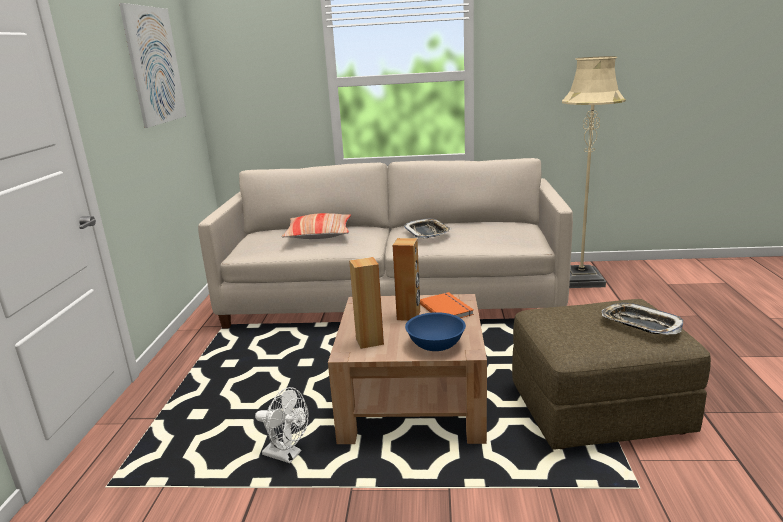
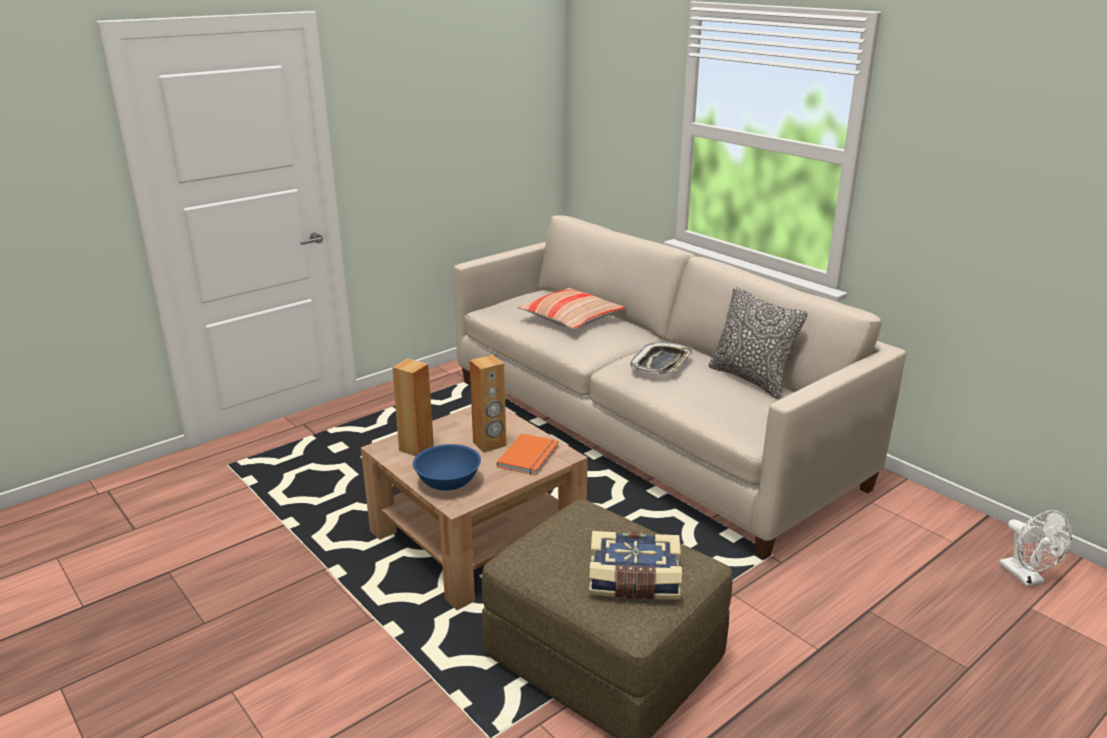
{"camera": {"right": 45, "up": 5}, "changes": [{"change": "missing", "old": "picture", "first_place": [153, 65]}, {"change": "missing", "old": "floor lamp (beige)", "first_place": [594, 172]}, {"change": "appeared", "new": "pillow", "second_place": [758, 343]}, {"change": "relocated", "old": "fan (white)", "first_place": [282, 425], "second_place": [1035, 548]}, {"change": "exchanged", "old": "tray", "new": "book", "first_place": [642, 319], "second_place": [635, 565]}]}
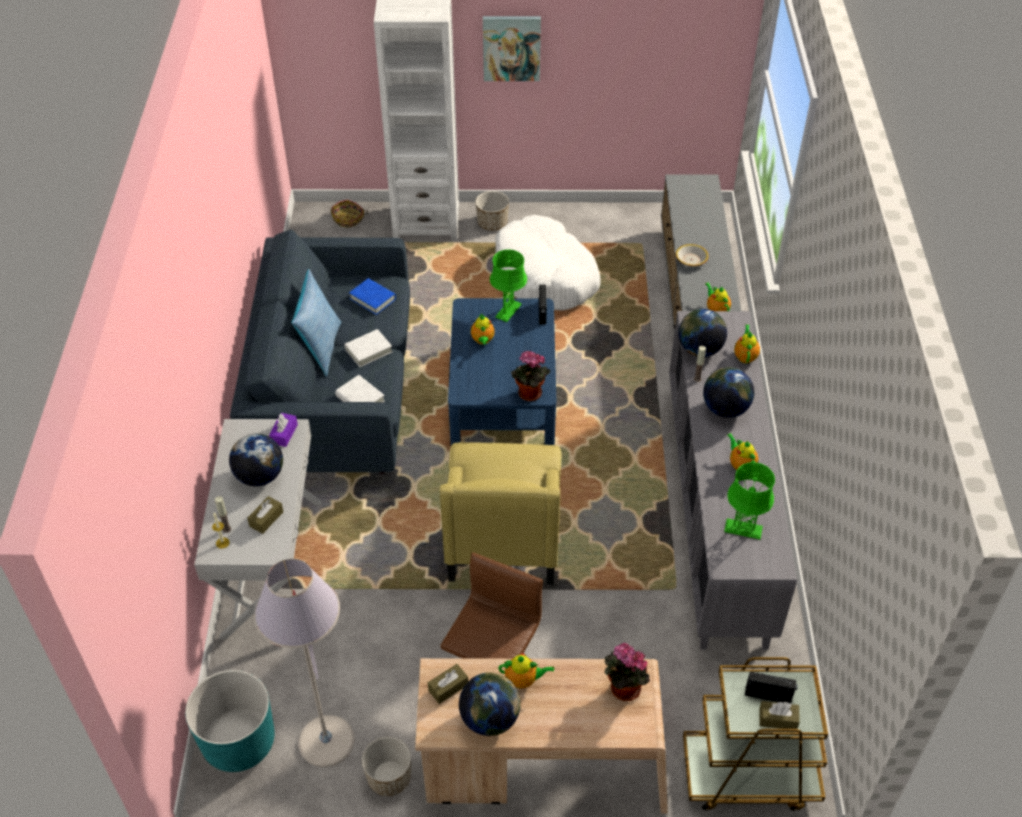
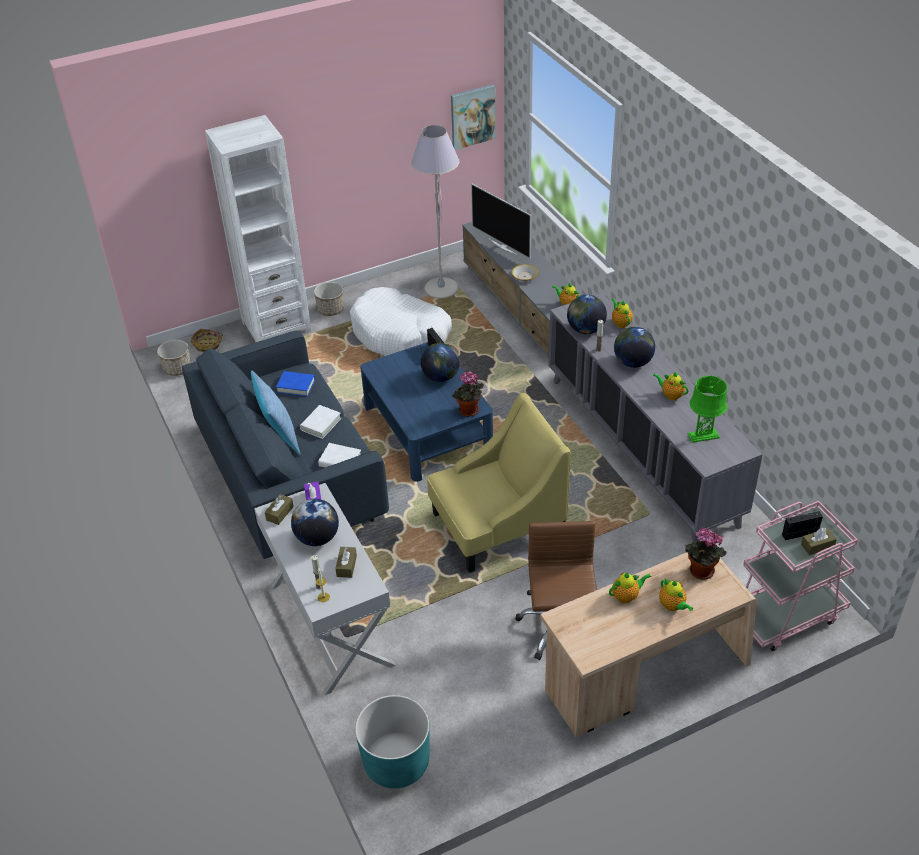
{"camera": {"right": -25, "up": -5}, "changes": [{"change": "missing", "old": "table lamp (green)", "first_place": [508, 285]}, {"change": "appeared", "new": "television", "second_place": [501, 221]}, {"change": "relocated", "old": "floor lamp (grey)", "first_place": [304, 663], "second_place": [435, 212]}, {"change": "relocated", "old": "planter", "first_place": [386, 766], "second_place": [174, 358]}, {"change": "relocated", "old": "tissue box (brown)", "first_place": [448, 684], "second_place": [279, 509]}, {"change": "relocated", "old": "globe", "first_place": [490, 704], "second_place": [440, 362]}, {"change": "relocated", "old": "teapot", "first_place": [483, 329], "second_place": [676, 594]}, {"change": "relocated", "old": "picture", "first_place": [512, 48], "second_place": [473, 117]}, {"change": "colour", "old": "cart (brown)", "new": "cart (pink)", "first_place": [755, 734], "second_place": [800, 576]}, {"change": "spun", "old": "armchair (yellow)", "first_place": [500, 513], "second_place": [499, 483], "degrees": -90}]}
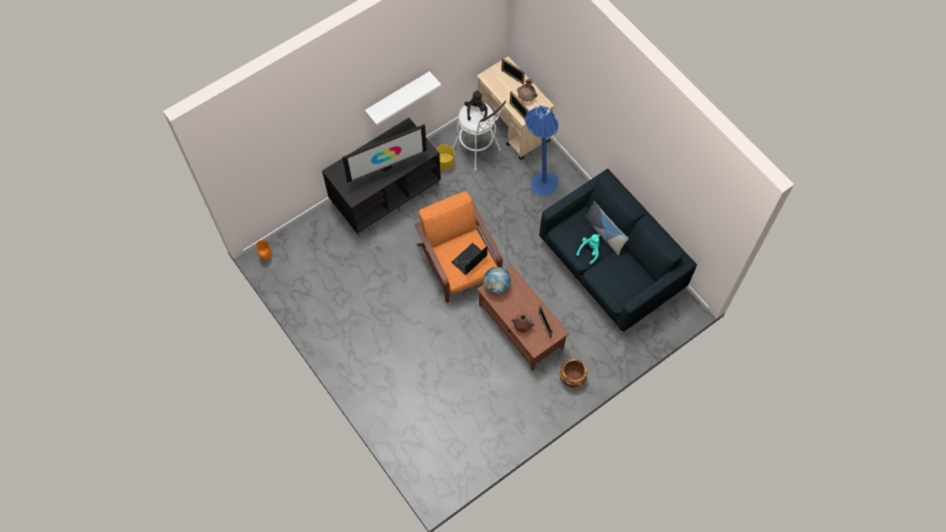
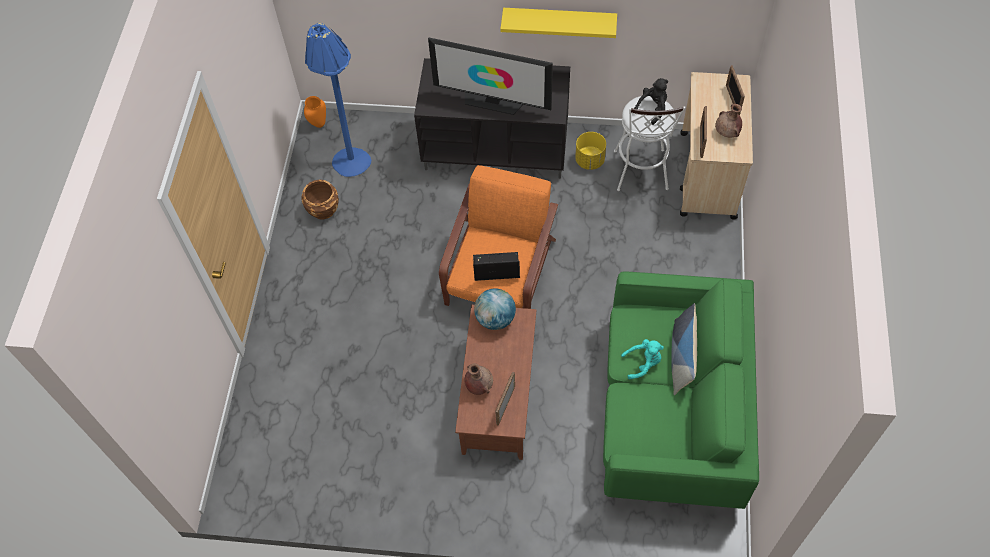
{"camera": {"right": 45, "up": -5}, "changes": [{"change": "relocated", "old": "floor lamp (blue)", "first_place": [542, 150], "second_place": [338, 100]}, {"change": "relocated", "old": "planter (brown)", "first_place": [574, 373], "second_place": [320, 199]}, {"change": "colour", "old": "shelf (white)", "new": "shelf (yellow)", "first_place": [403, 98], "second_place": [558, 23]}, {"change": "colour", "old": "sofa (blue)", "new": "sofa (green)", "first_place": [618, 250], "second_place": [681, 390]}]}
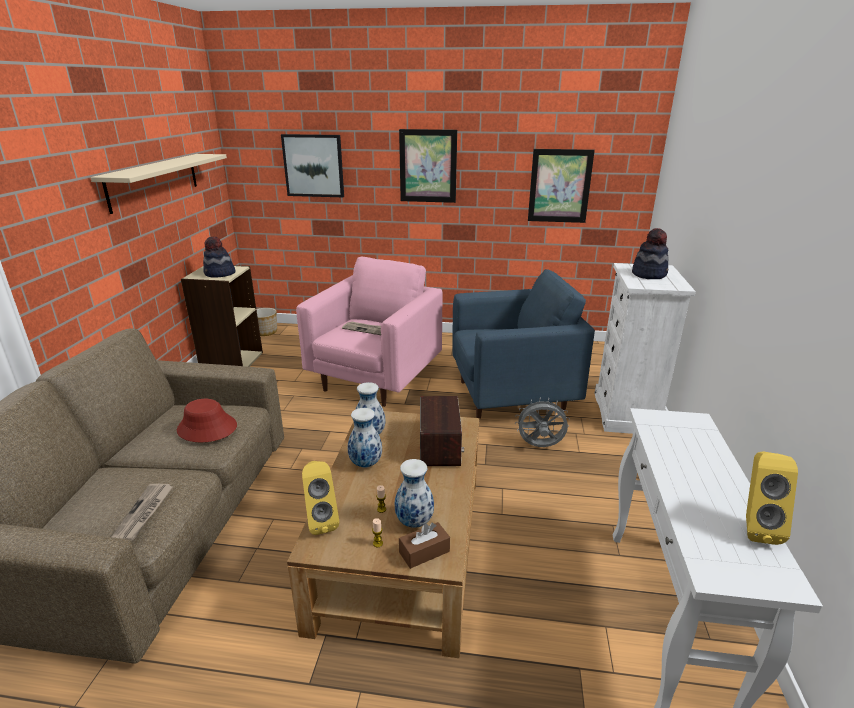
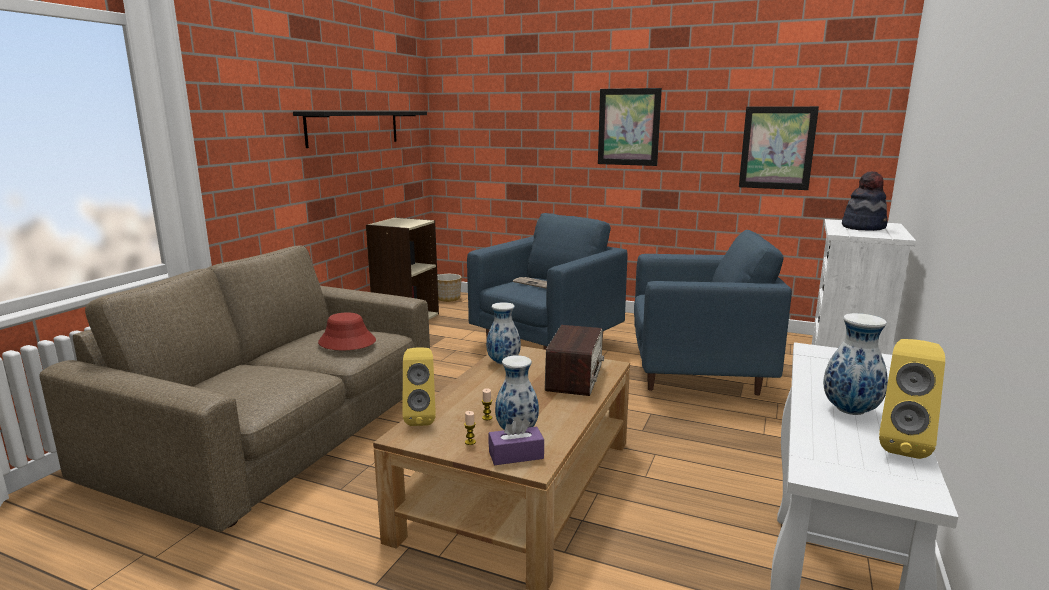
{"camera": {"right": 15, "up": -10}, "changes": [{"change": "missing", "old": "newspaper", "first_place": [142, 512]}, {"change": "missing", "old": "hat", "first_place": [219, 257]}, {"change": "missing", "old": "picture", "first_place": [312, 165]}, {"change": "missing", "old": "fan (grey)", "first_place": [542, 422]}, {"change": "relocated", "old": "vase", "first_place": [365, 438], "second_place": [855, 364]}, {"change": "colour", "old": "shelf (beige)", "new": "shelf (black)", "first_place": [158, 184], "second_place": [360, 129]}, {"change": "colour", "old": "armchair (pink)", "new": "armchair (blue)", "first_place": [369, 332], "second_place": [547, 281]}, {"change": "colour", "old": "tissue box (brown)", "new": "tissue box (purple)", "first_place": [424, 545], "second_place": [516, 441]}]}
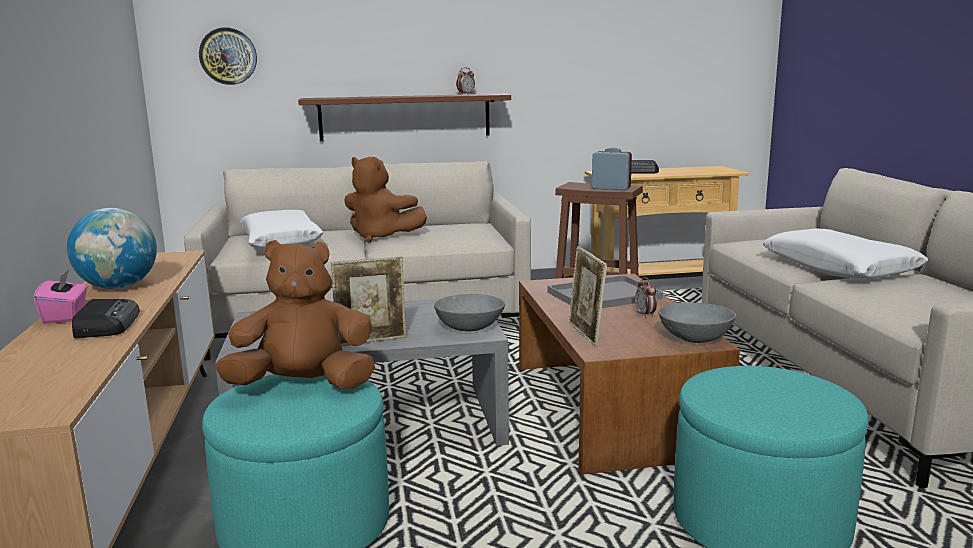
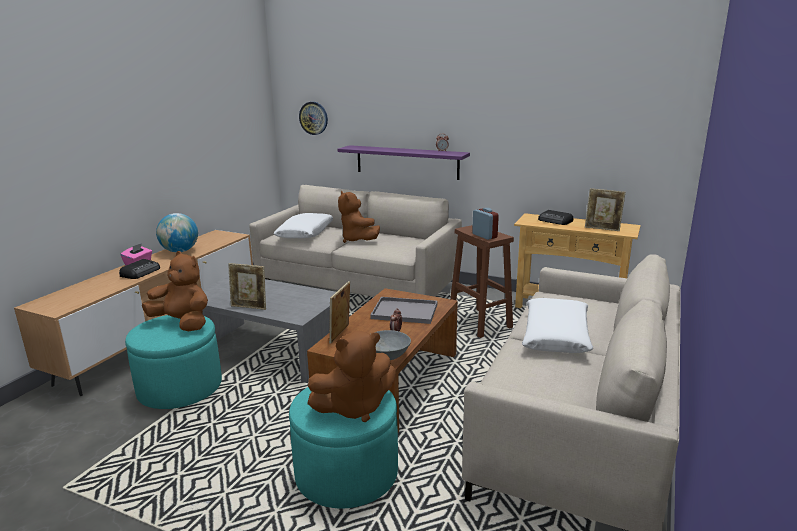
{"camera": {"right": 35, "up": 5}, "changes": [{"change": "missing", "old": "bowl (grey)", "first_place": [469, 312]}, {"change": "appeared", "new": "plush toy (brown)", "second_place": [351, 376]}, {"change": "appeared", "new": "picture frame", "second_place": [605, 209]}, {"change": "colour", "old": "shelf (brown)", "new": "shelf (purple)", "first_place": [404, 117], "second_place": [404, 162]}]}
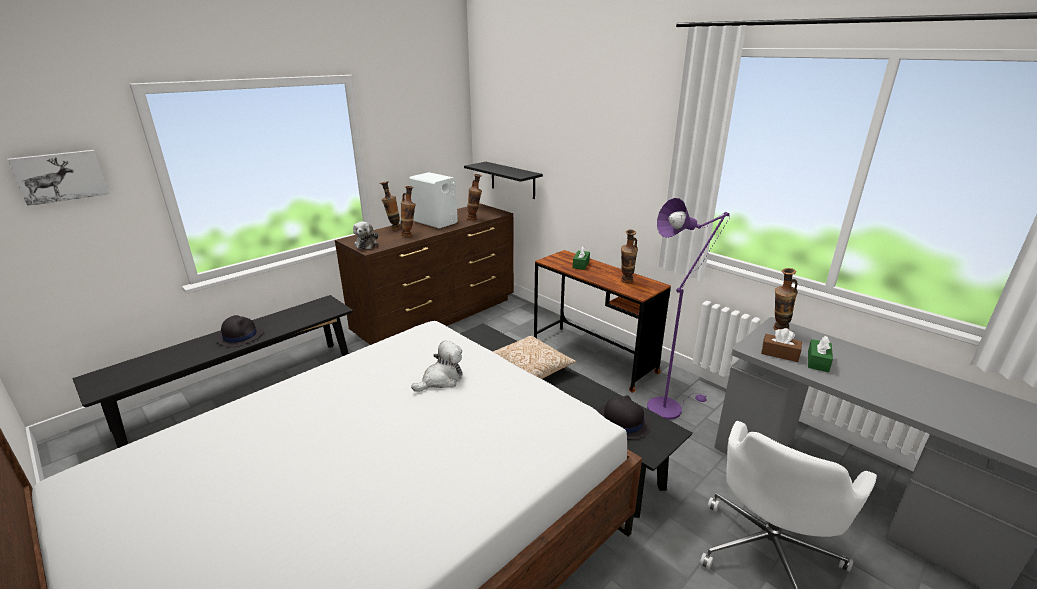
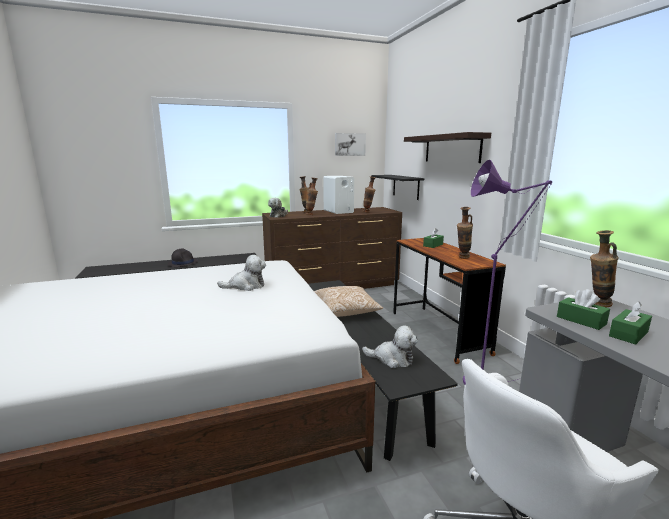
{"camera": {"right": 25, "up": -10}, "changes": [{"change": "appeared", "new": "shelf", "second_place": [447, 147]}, {"change": "relocated", "old": "picture", "first_place": [58, 178], "second_place": [350, 144]}, {"change": "exchanged", "old": "hat (black)", "new": "plush toy", "first_place": [624, 417], "second_place": [390, 347]}, {"change": "colour", "old": "tissue box (brown)", "new": "tissue box (green)", "first_place": [781, 345], "second_place": [583, 309]}]}
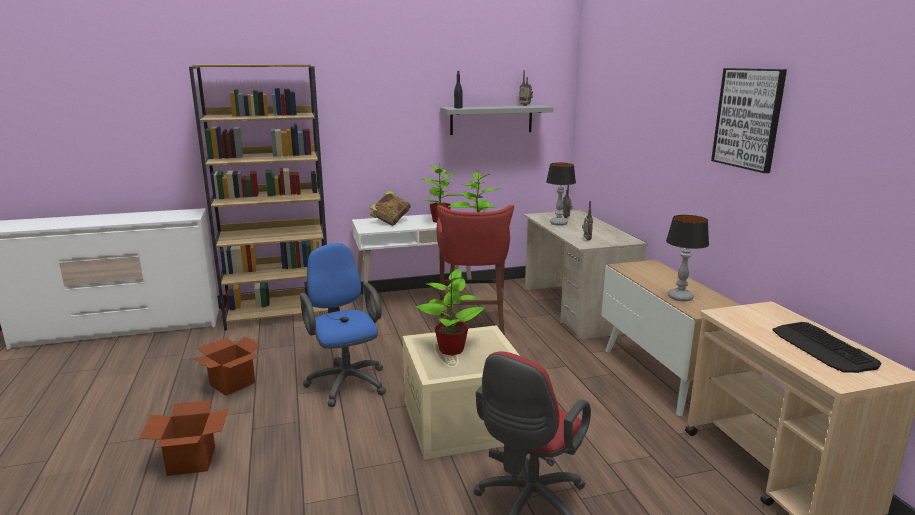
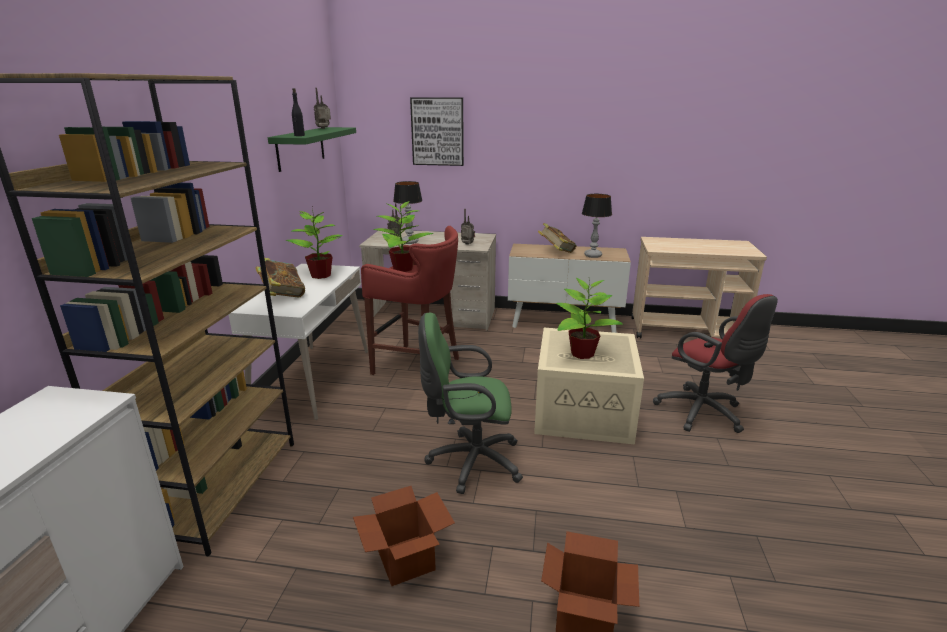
{"camera": {"right": -65, "up": 5}, "changes": [{"change": "missing", "old": "keyboard", "first_place": [826, 347]}, {"change": "appeared", "new": "book", "second_place": [557, 238]}, {"change": "relocated", "old": "picture", "first_place": [749, 120], "second_place": [437, 131]}, {"change": "colour", "old": "office chair (blue)", "new": "office chair (green)", "first_place": [343, 325], "second_place": [470, 403]}, {"change": "colour", "old": "shelf (grey)", "new": "shelf (green)", "first_place": [497, 120], "second_place": [312, 149]}]}
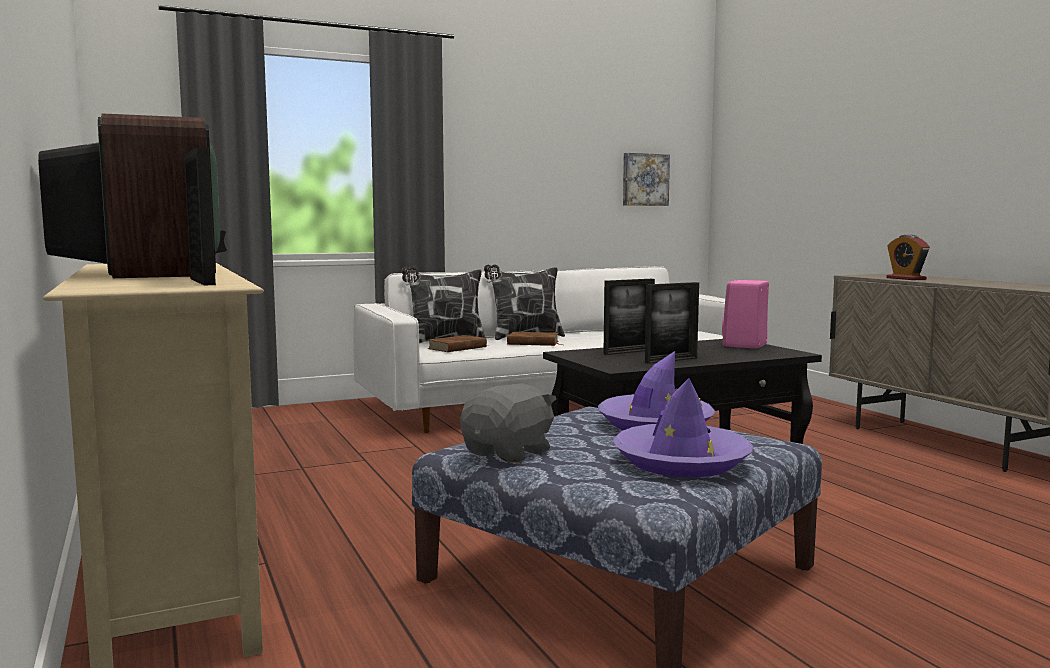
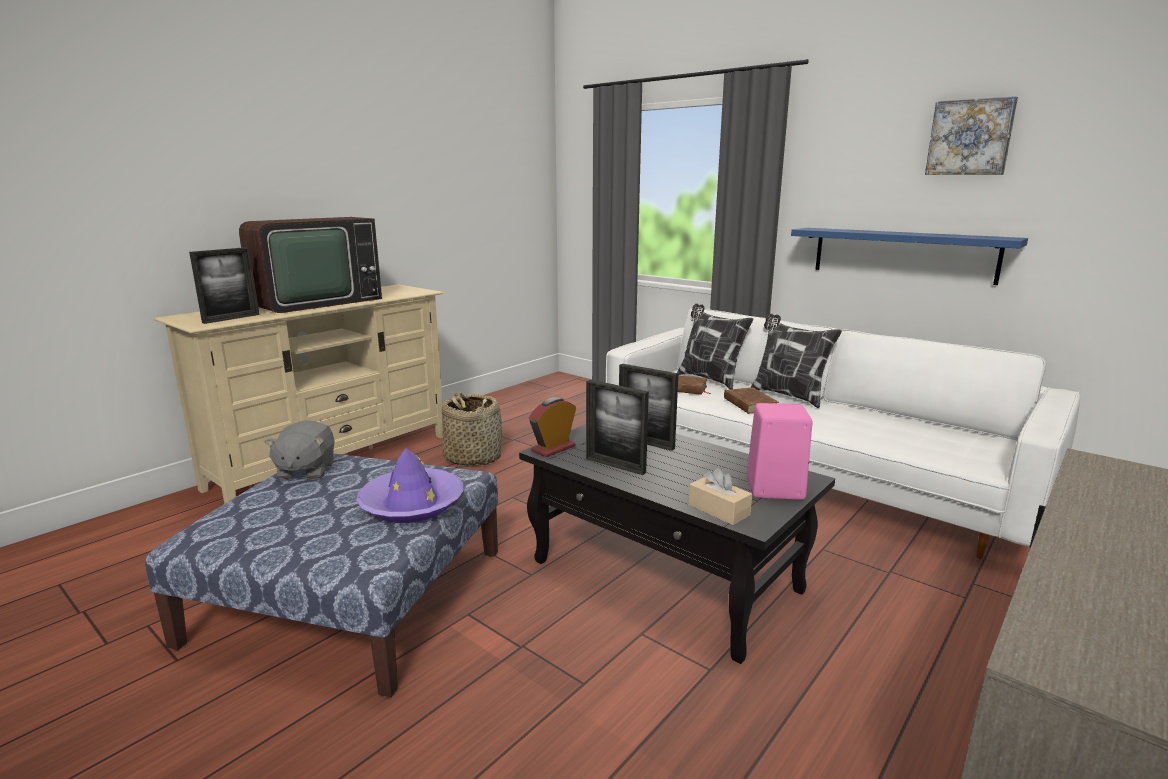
{"camera": {"right": 65, "up": 10}, "changes": [{"change": "missing", "old": "hat (purple)", "first_place": [683, 427]}, {"change": "appeared", "new": "basket", "second_place": [472, 429]}, {"change": "appeared", "new": "tissue box (beige)", "second_place": [720, 496]}, {"change": "appeared", "new": "shelf (blue)", "second_place": [909, 256]}, {"change": "relocated", "old": "picture", "first_place": [646, 179], "second_place": [971, 135]}, {"change": "relocated", "old": "alarm clock", "first_place": [908, 257], "second_place": [552, 427]}, {"change": "spun", "old": "plush toy (grey)", "first_place": [508, 423], "second_place": [299, 450], "degrees": 75}]}
